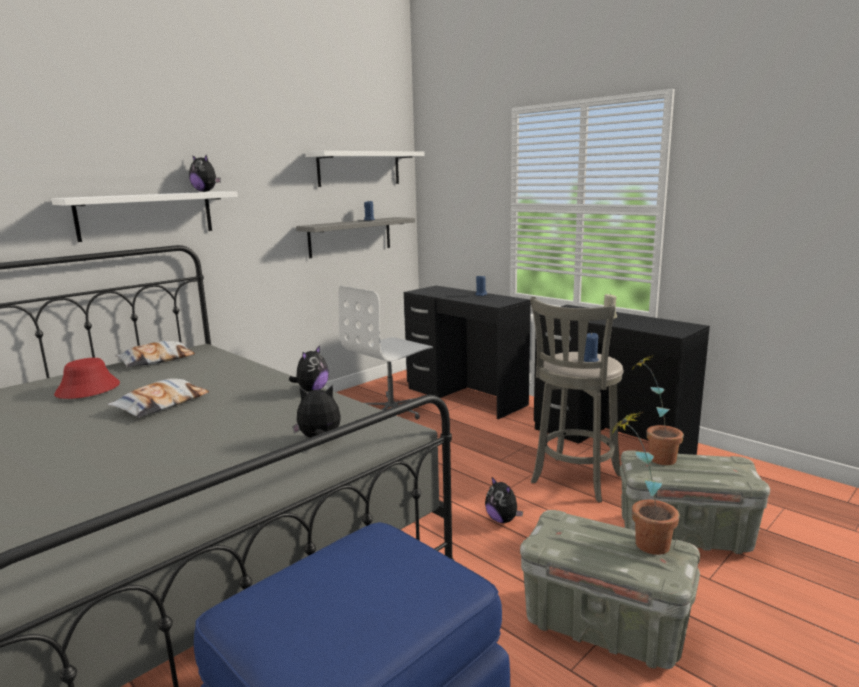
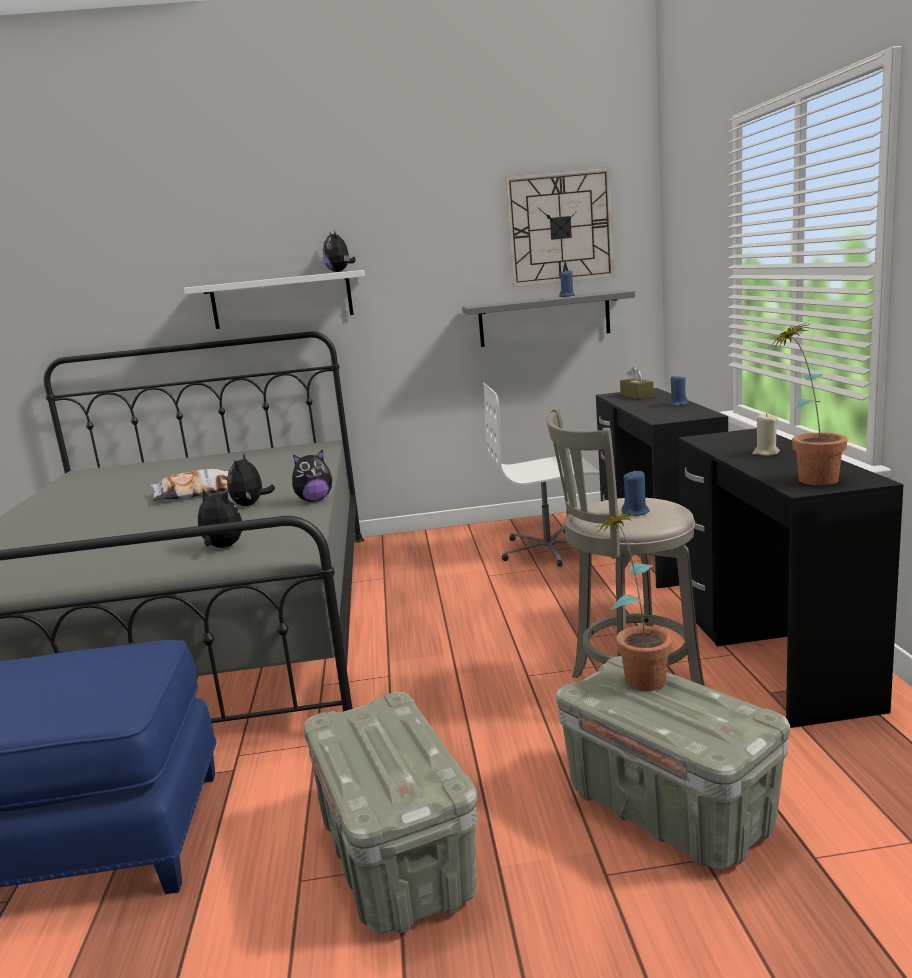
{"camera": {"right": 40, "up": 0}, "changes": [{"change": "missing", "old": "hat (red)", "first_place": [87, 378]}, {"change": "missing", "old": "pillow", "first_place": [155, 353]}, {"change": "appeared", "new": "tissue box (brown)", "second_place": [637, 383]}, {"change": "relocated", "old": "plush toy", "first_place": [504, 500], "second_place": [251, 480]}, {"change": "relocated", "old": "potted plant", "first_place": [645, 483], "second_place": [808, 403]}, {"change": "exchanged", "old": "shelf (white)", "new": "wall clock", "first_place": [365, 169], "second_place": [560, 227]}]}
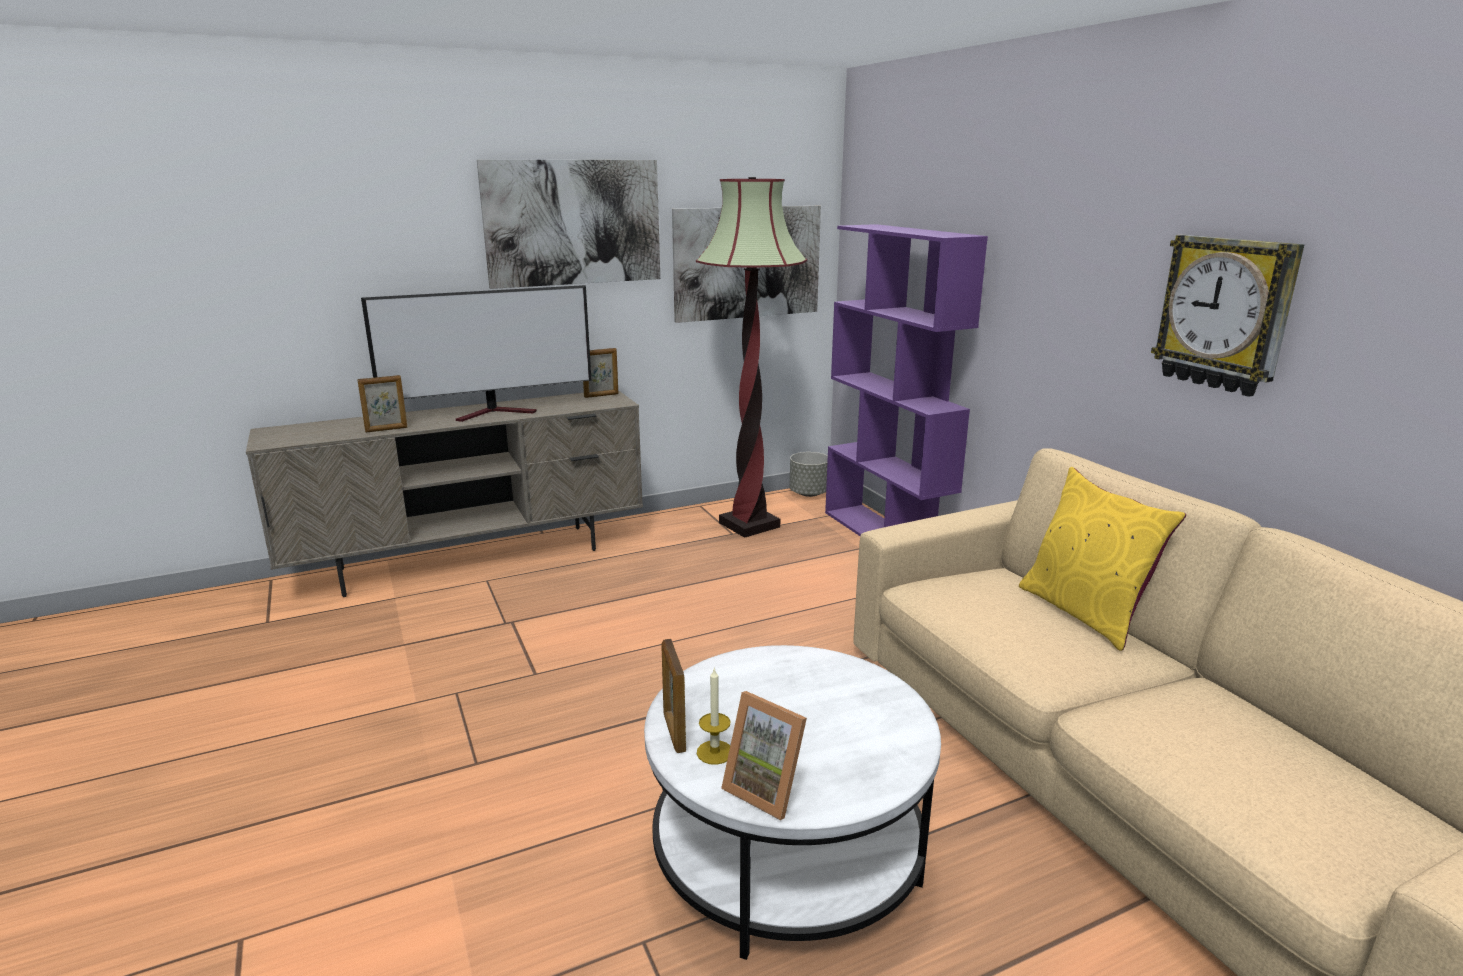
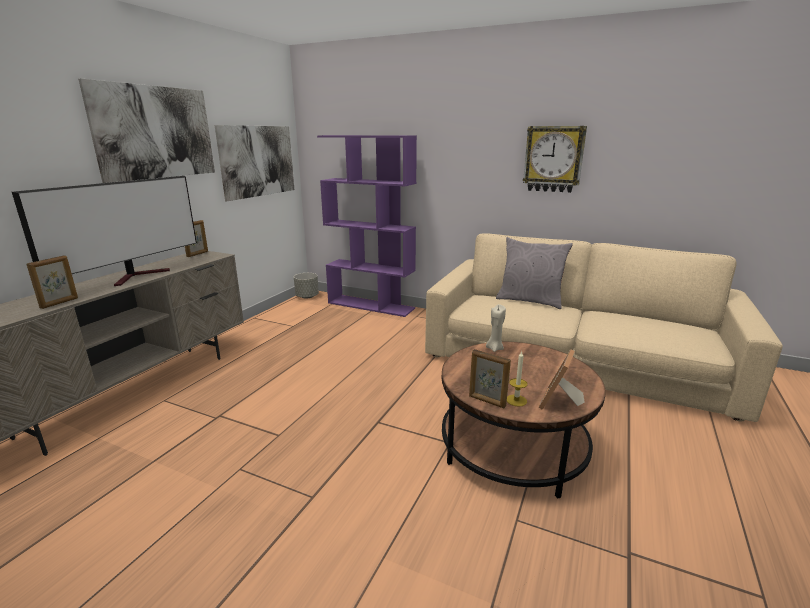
{"camera": {"right": -40, "up": 0}, "changes": [{"change": "missing", "old": "floor lamp", "first_place": [751, 357]}, {"change": "appeared", "new": "candle (beige)", "second_place": [496, 328]}, {"change": "colour", "old": "coffee table (white)", "new": "coffee table (brown)", "first_place": [792, 802], "second_place": [524, 420]}, {"change": "colour", "old": "pillow (yellow)", "new": "pillow (grey)", "first_place": [1102, 559], "second_place": [534, 273]}, {"change": "spun", "old": "picture frame", "first_place": [764, 755], "second_place": [561, 379], "degrees": 120}]}
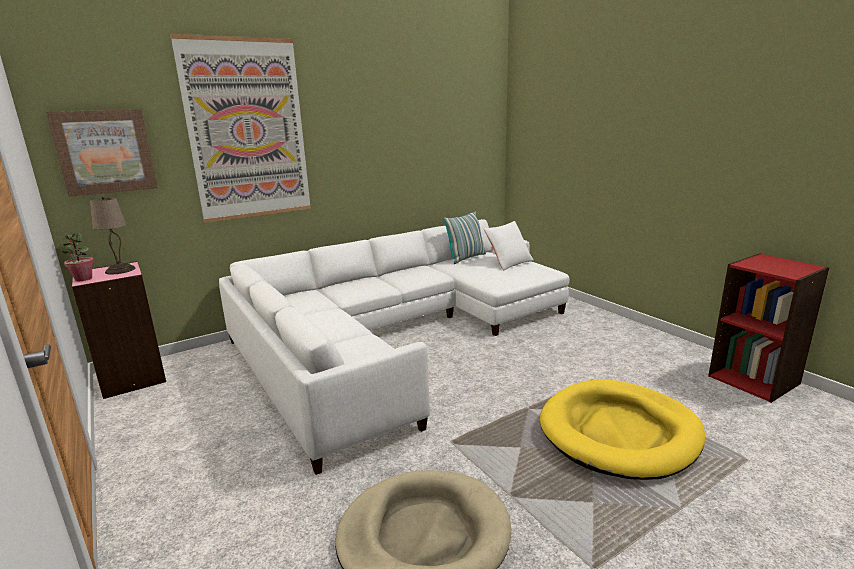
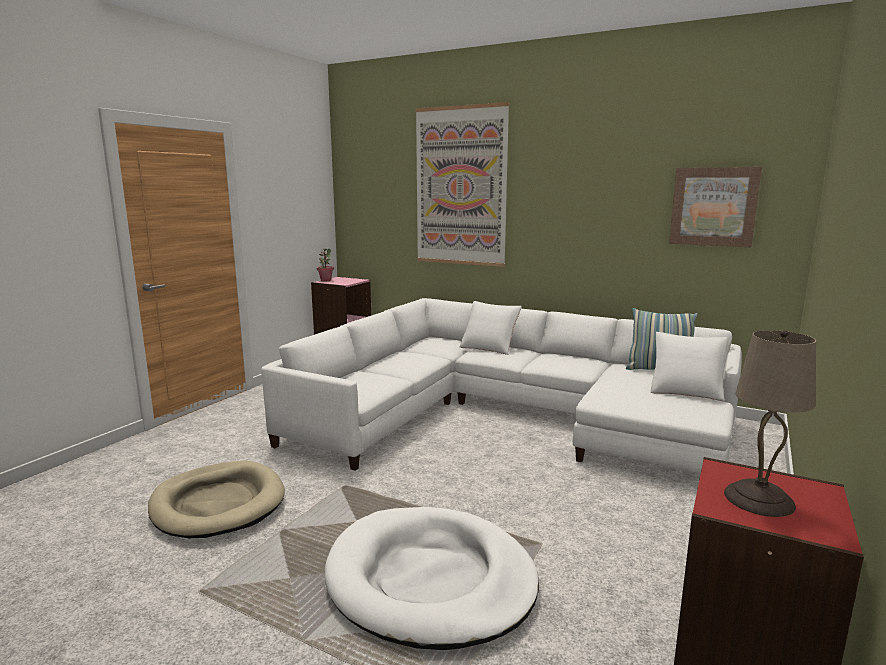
{"camera": {"right": 60, "up": -5}, "changes": [{"change": "appeared", "new": "pillow (white)", "second_place": [491, 328]}, {"change": "relocated", "old": "picture", "first_place": [102, 153], "second_place": [715, 207]}, {"change": "relocated", "old": "table lamp (beige)", "first_place": [112, 235], "second_place": [770, 423]}, {"change": "colour", "old": "dog bed (yellow)", "new": "dog bed (white)", "first_place": [622, 429], "second_place": [432, 578]}]}
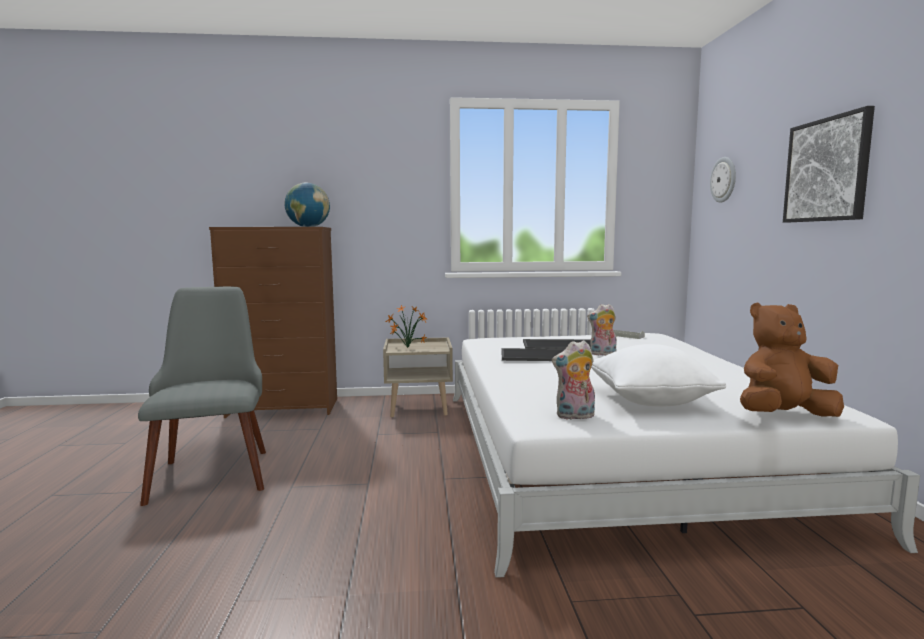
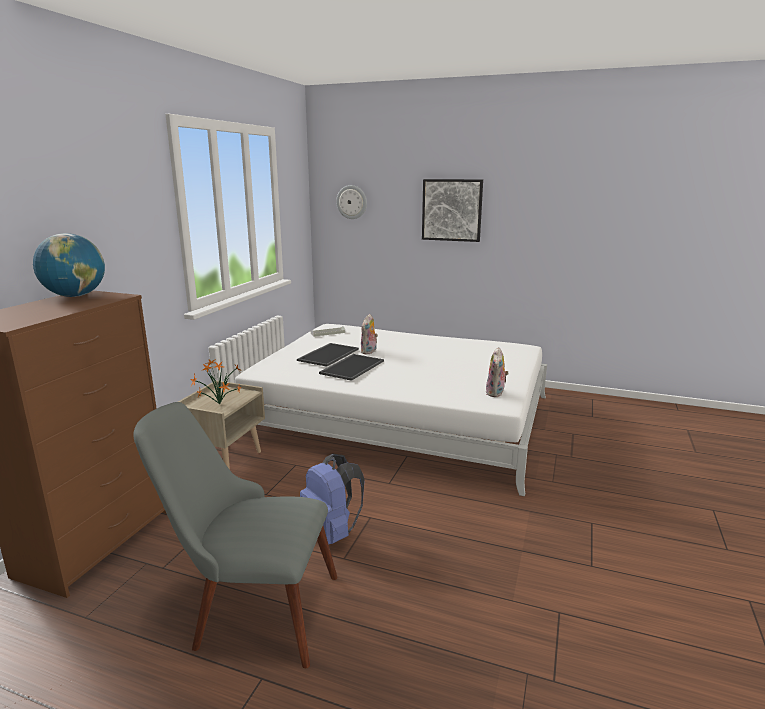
{"camera": {"right": -65, "up": 10}, "changes": [{"change": "missing", "old": "pillow (white)", "first_place": [658, 375]}, {"change": "missing", "old": "plush toy (brown)", "first_place": [792, 359]}, {"change": "appeared", "new": "backpack (blue)", "second_place": [332, 499]}]}
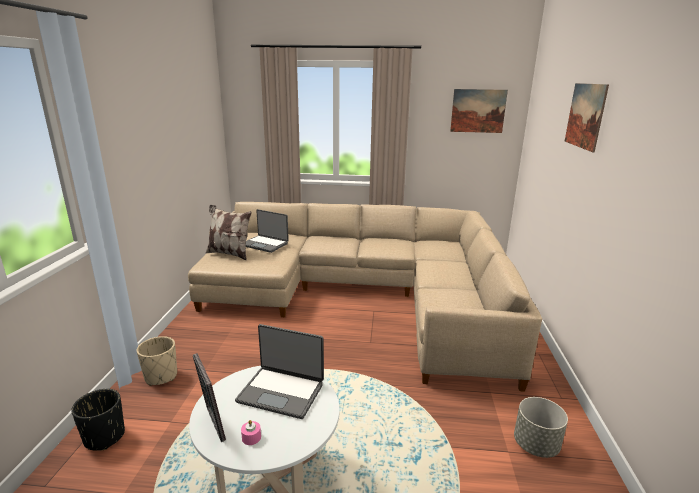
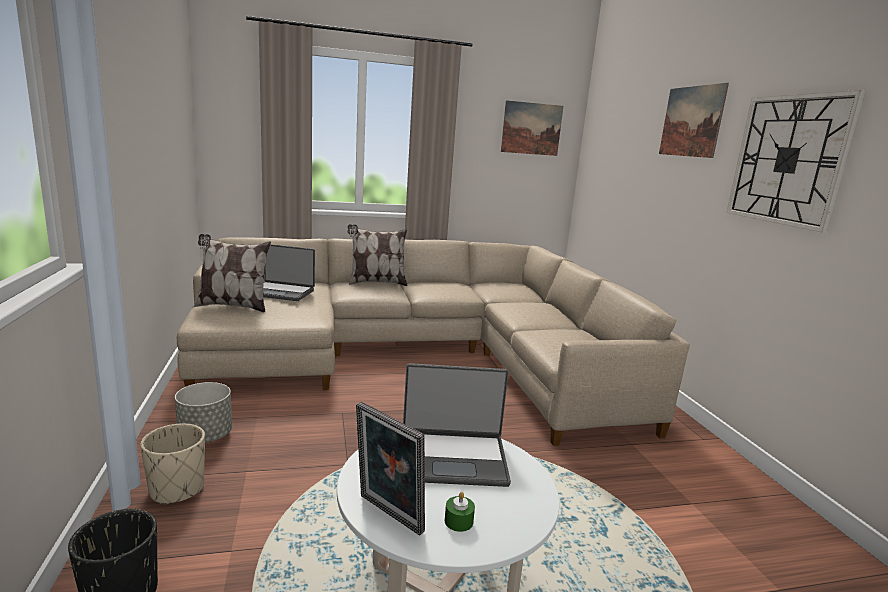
{"camera": {"right": -20, "up": -5}, "changes": [{"change": "appeared", "new": "pillow", "second_place": [377, 255]}, {"change": "appeared", "new": "wall clock", "second_place": [796, 161]}, {"change": "relocated", "old": "planter (grey)", "first_place": [541, 427], "second_place": [203, 412]}, {"change": "colour", "old": "candle (pink)", "new": "candle (green)", "first_place": [251, 432], "second_place": [460, 512]}]}
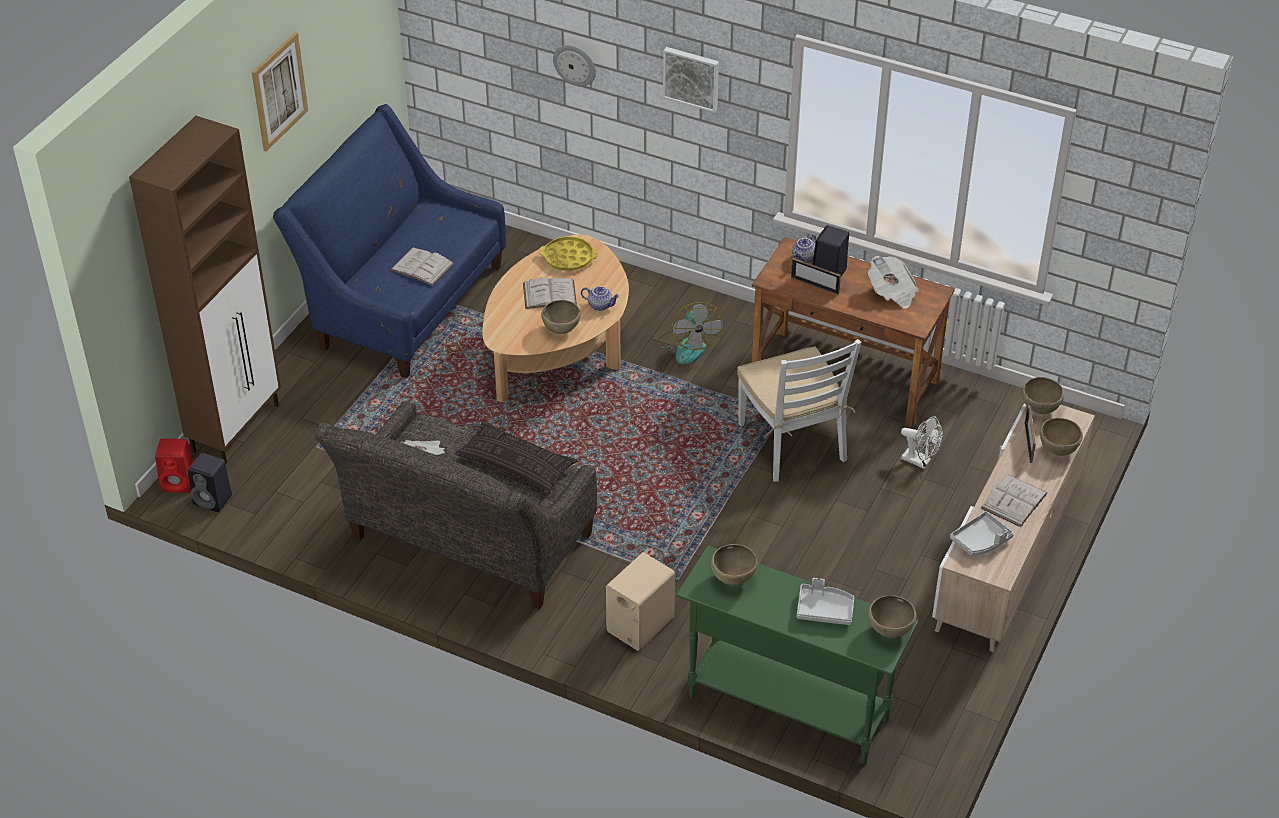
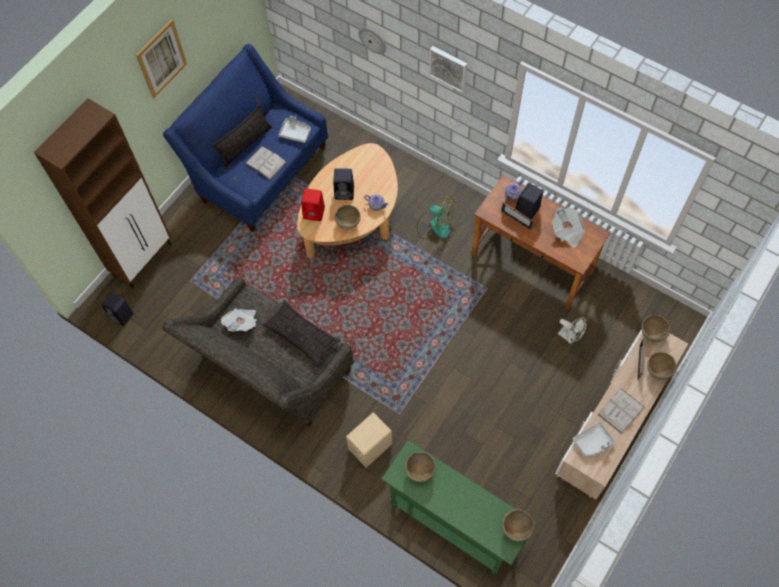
{"camera": {"right": 10, "up": 20}, "changes": [{"change": "missing", "old": "tray (yellow)", "first_place": [568, 253]}, {"change": "missing", "old": "chair (white)", "first_place": [799, 410]}, {"change": "appeared", "new": "pillow", "second_place": [242, 136]}, {"change": "relocated", "old": "speaker (red)", "first_place": [174, 465], "second_place": [313, 204]}, {"change": "relocated", "old": "tray (grey)", "first_place": [825, 601], "second_place": [294, 129]}, {"change": "exchanged", "old": "book (white)", "new": "speaker (black)", "first_place": [550, 293], "second_place": [343, 184]}, {"change": "spun", "old": "fan", "first_place": [690, 333], "second_place": [436, 217], "degrees": -60}]}
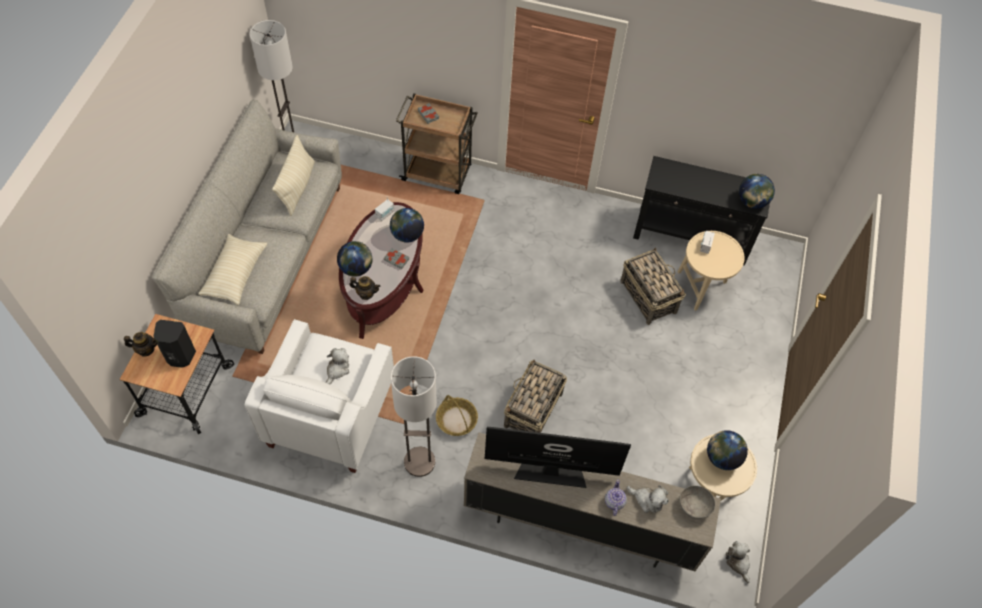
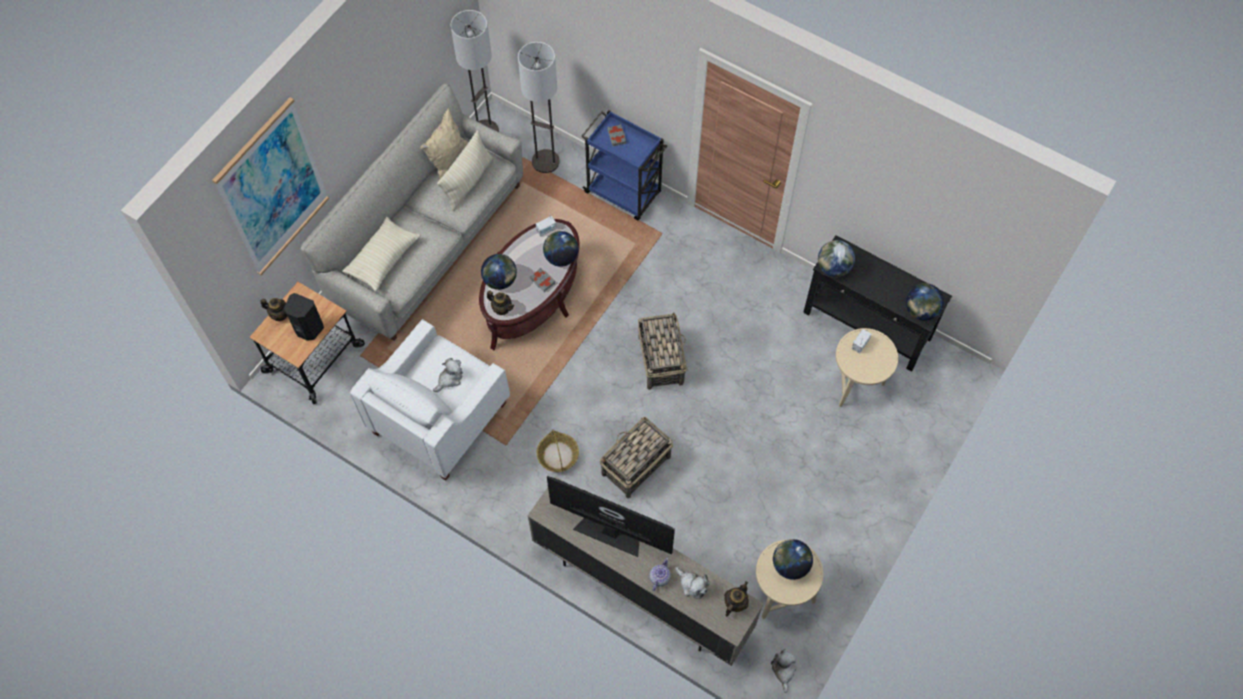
{"camera": {"right": 20, "up": 5}, "changes": [{"change": "appeared", "new": "picture", "second_place": [270, 186]}, {"change": "appeared", "new": "pillow (beige)", "second_place": [444, 143]}, {"change": "appeared", "new": "globe", "second_place": [836, 258]}, {"change": "relocated", "old": "floor lamp", "first_place": [414, 416], "second_place": [538, 107]}, {"change": "relocated", "old": "basket", "first_place": [653, 286], "second_place": [663, 351]}, {"change": "exchanged", "old": "bowl (grey)", "new": "teapot", "first_place": [697, 502], "second_place": [736, 598]}, {"change": "colour", "old": "cart (brown)", "new": "cart (blue)", "first_place": [437, 143], "second_place": [624, 165]}]}
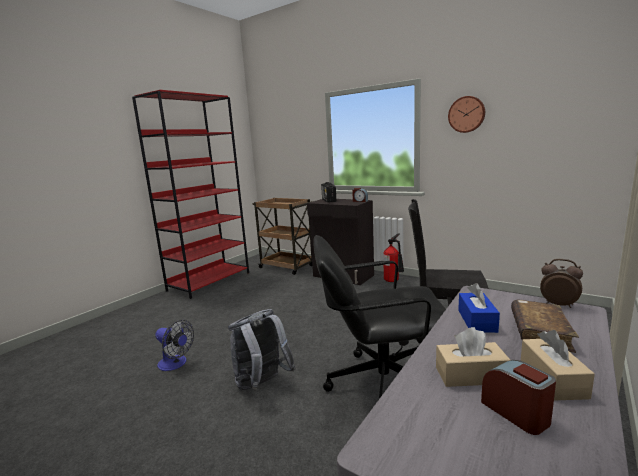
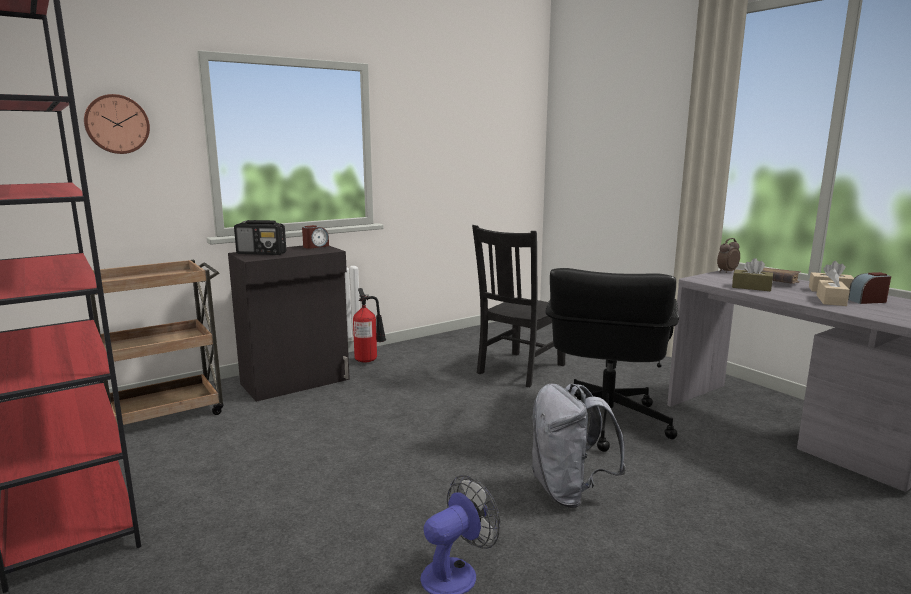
{"camera": {"right": -70, "up": 0}, "changes": [{"change": "relocated", "old": "wall clock", "first_place": [466, 114], "second_place": [117, 124]}, {"change": "colour", "old": "tissue box (blue)", "new": "tissue box (brown)", "first_place": [479, 308], "second_place": [752, 275]}]}
